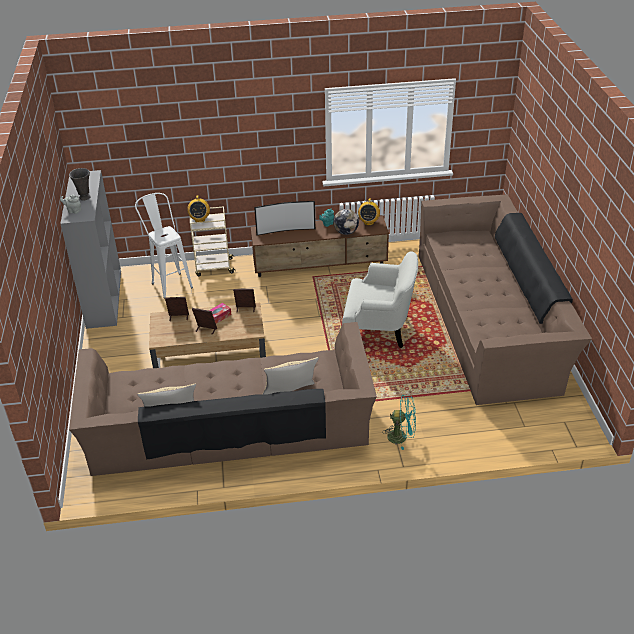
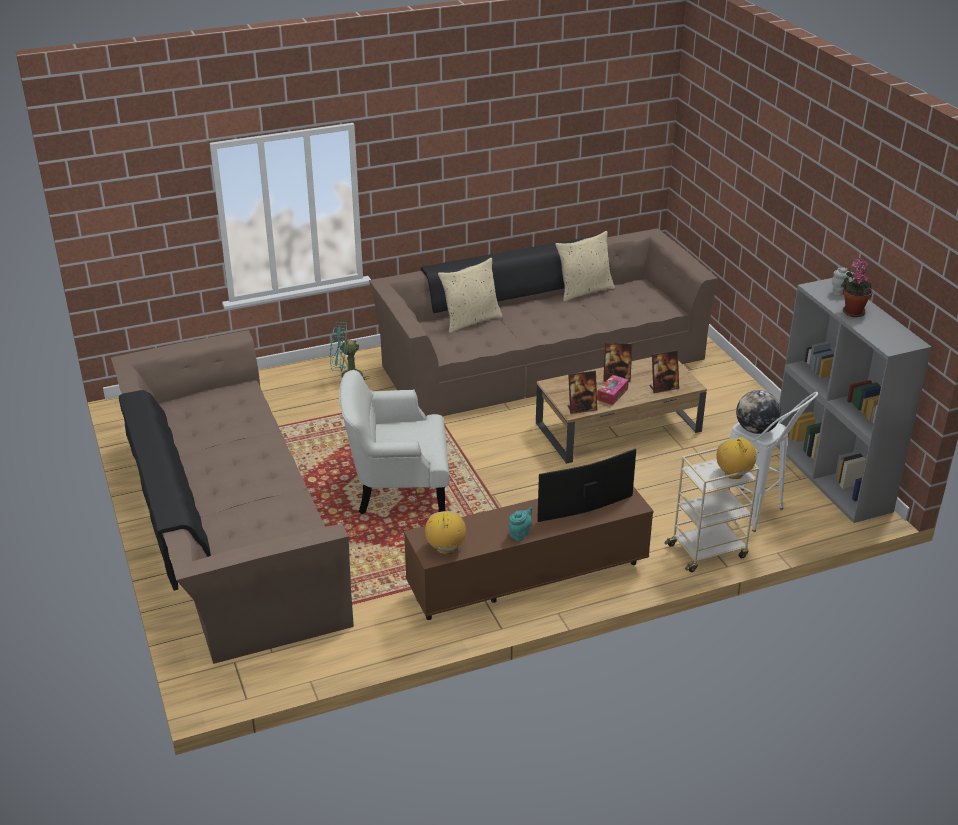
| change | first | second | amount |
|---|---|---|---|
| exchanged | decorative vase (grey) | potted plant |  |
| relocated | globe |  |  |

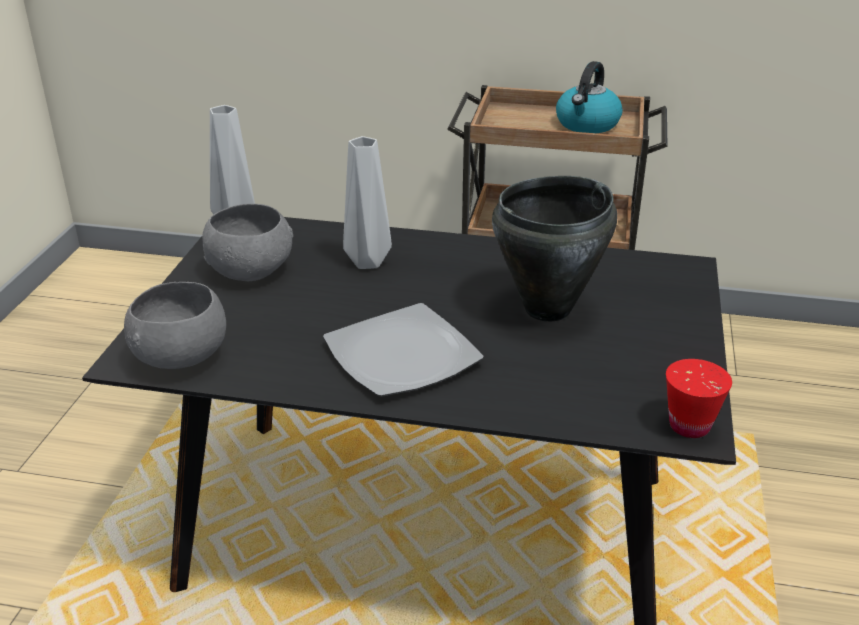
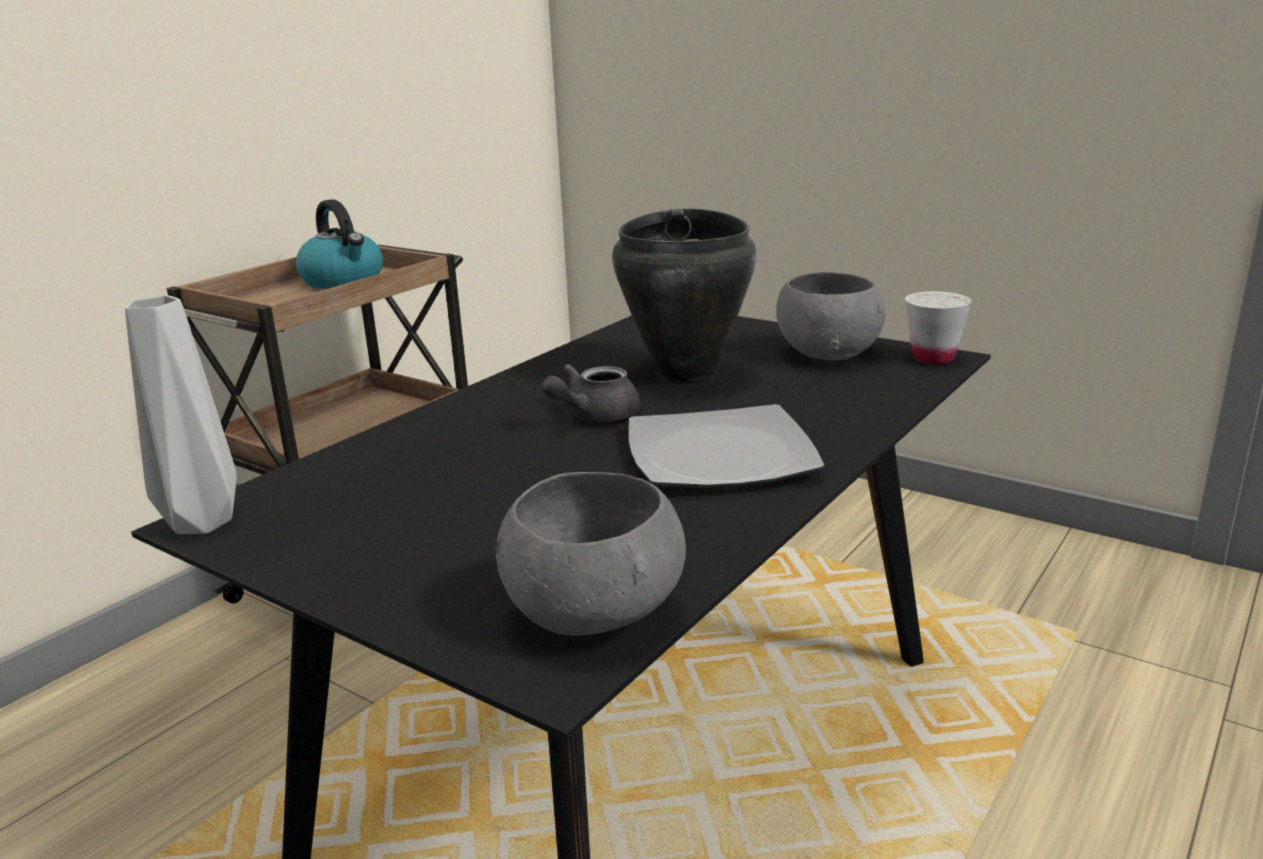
| change | first | second | amount |
|---|---|---|---|
| relocated | deep dish (grey) (no. 2 from left) |  |  |
| missing | decorative vase (grey) (no. 2 from left) |  |  |
| colour | small cup (red) | small cup (whitish) |  |
| appeared |  | teapot (grey) |  |

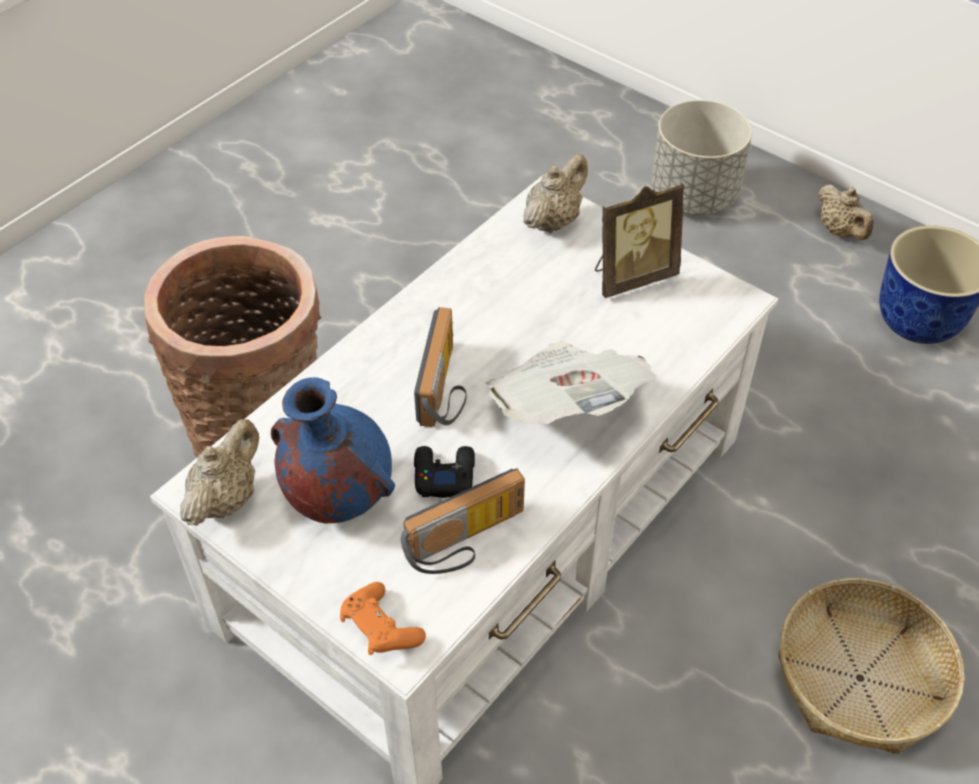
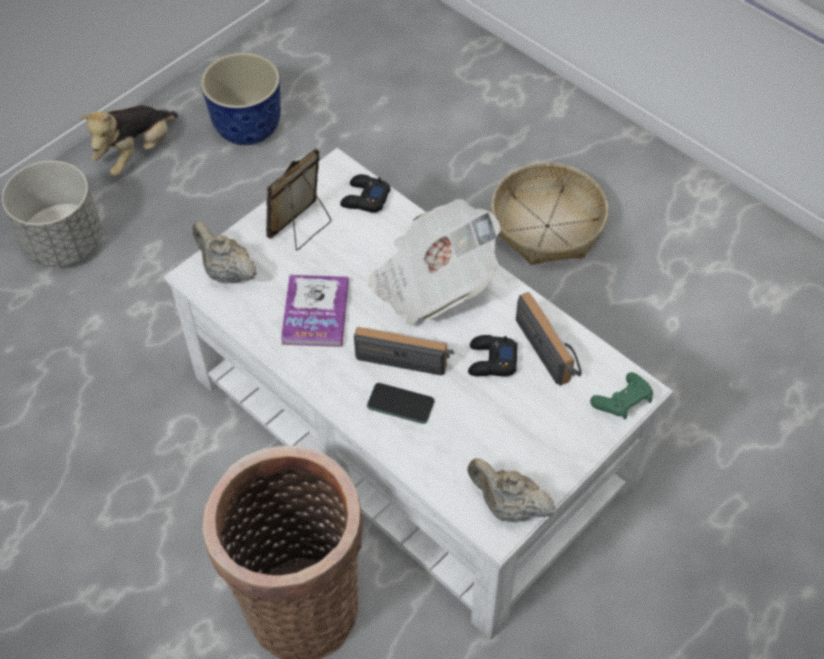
| change | first | second | amount |
|---|---|---|---|
| missing | decorative vase (blue) |  |  |
| colour | game controller (orange-coloured) | game controller (greenish) |  |
| spun | standing frame |  | 120 degrees counterclockwise |
| exchanged | teapot (sand-coloured) (no. 3 from left) | cuddly toy |  |
| appeared |  | bound book |  |
| appeared |  | game controller (black) (no. 1 from left) |  |
| appeared |  | phone |  |

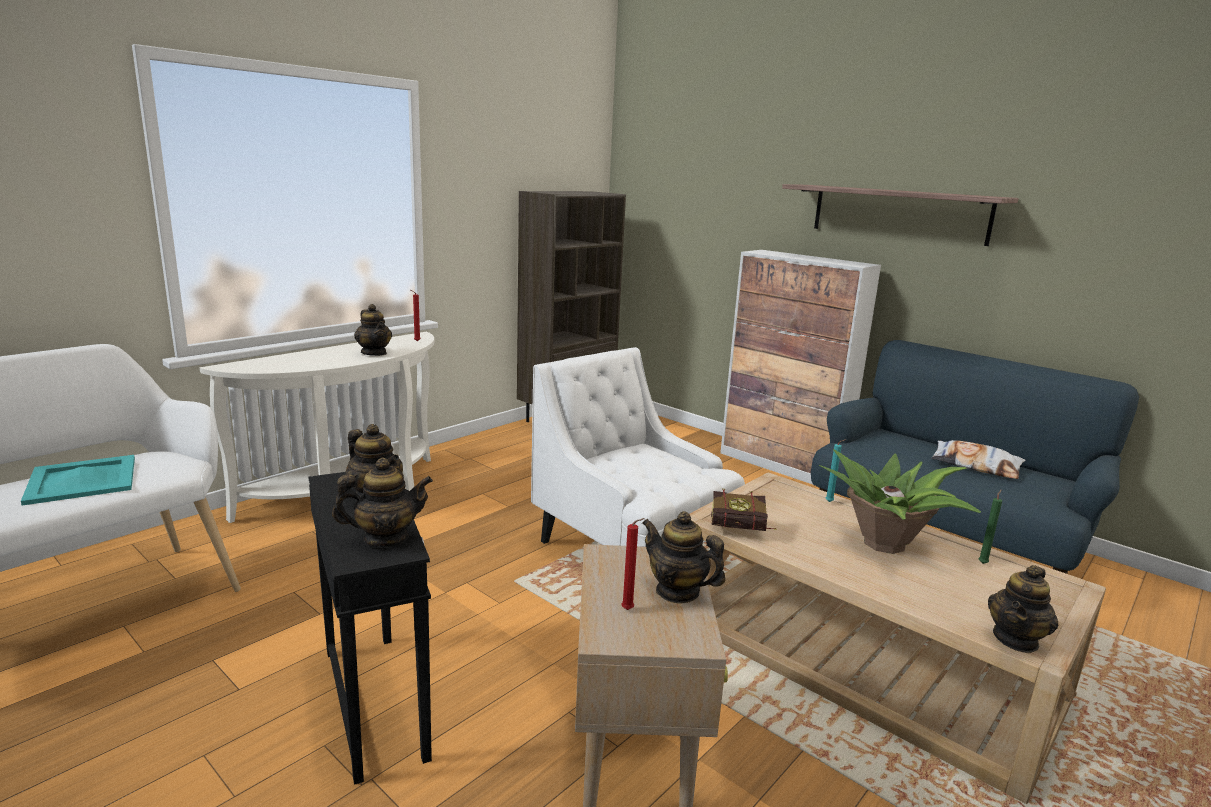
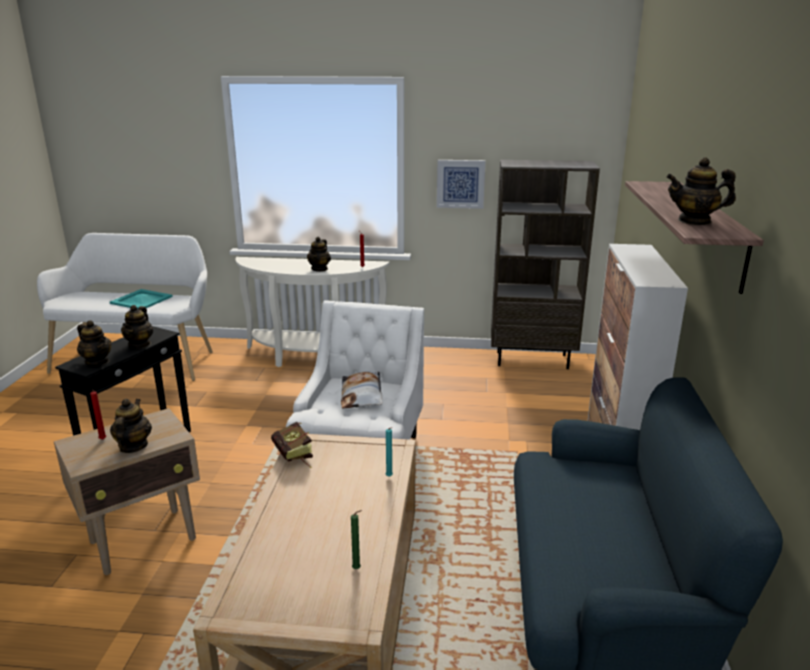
| change | first | second | amount |
|---|---|---|---|
| missing | potted plant |  |  |
| relocated | pillow |  |  |
| relocated | teapot (no. 5 from left) |  |  |
| appeared |  | picture |  |

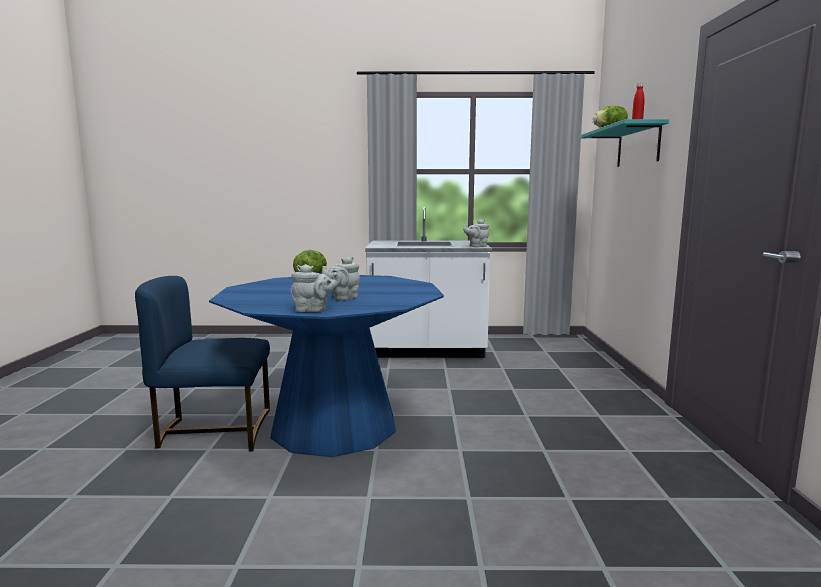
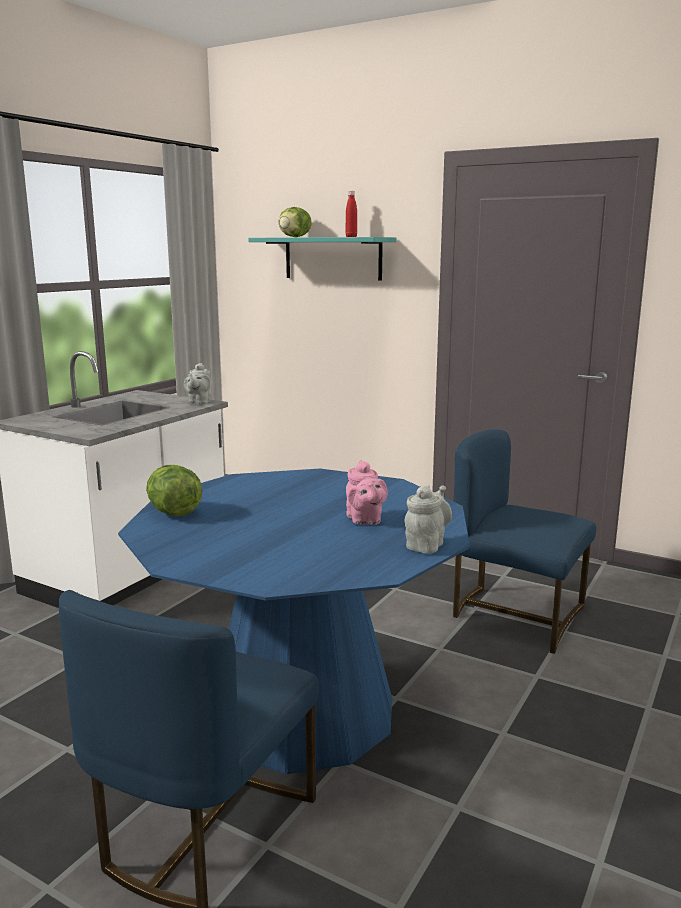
| change | first | second | amount |
|---|---|---|---|
| colour | teapot (grey) (no. 2 from left) | teapot (pinkish) |  |
| appeared |  | plain chair (blue) (no. 2 from left) |  |

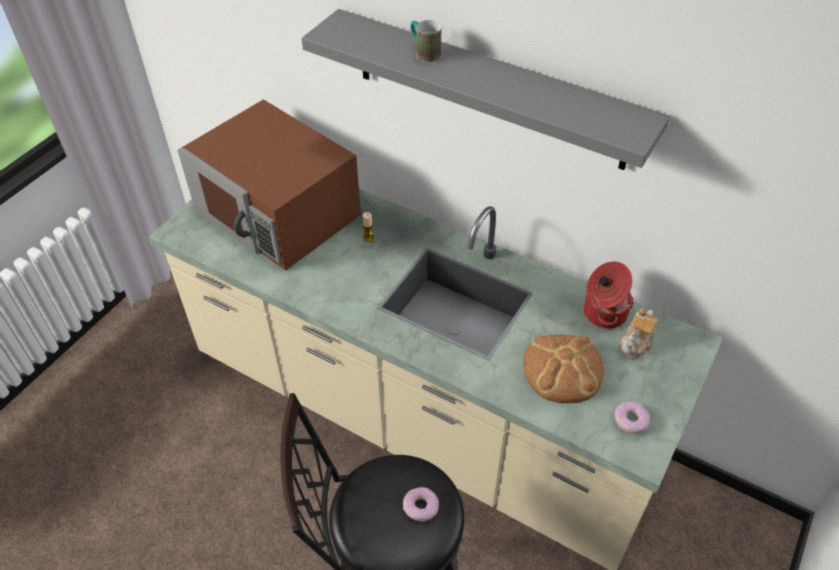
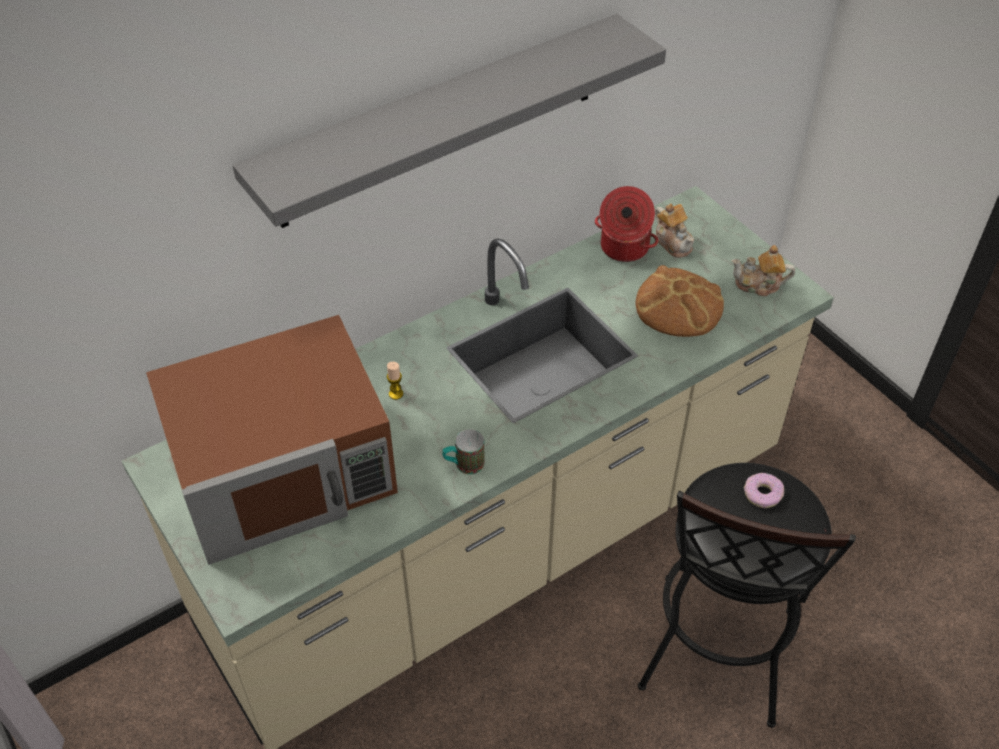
| change | first | second | amount |
|---|---|---|---|
| relocated | tea mug |  |  |
| exchanged | donut (no. 2 from left) | teapot (no. 2 from left) |  |

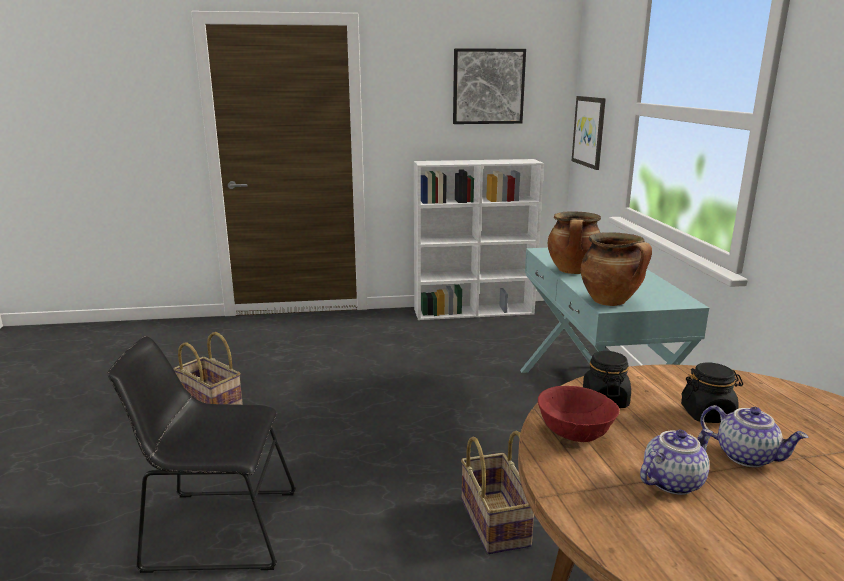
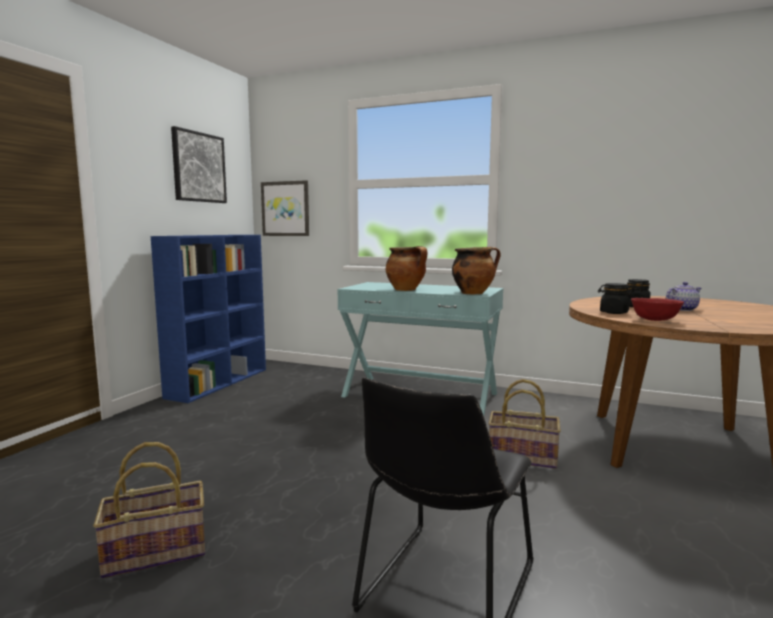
| change | first | second | amount |
|---|---|---|---|
| colour | bookcase (whitish) | bookcase (blue) |  |
| missing | teapot (no. 1 from left) |  |  |

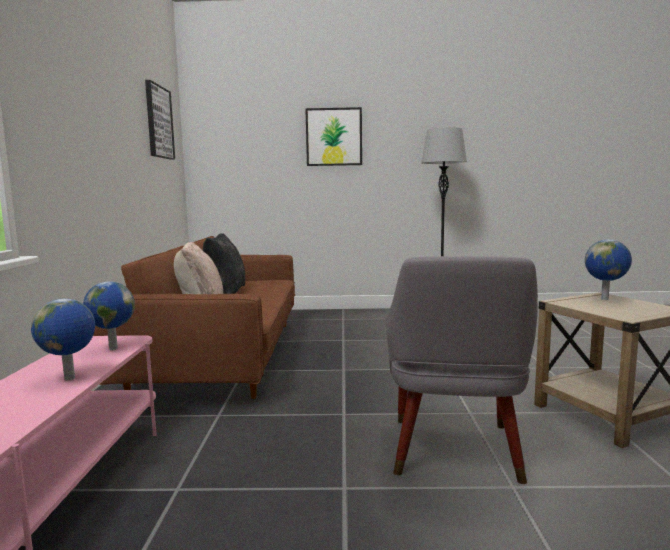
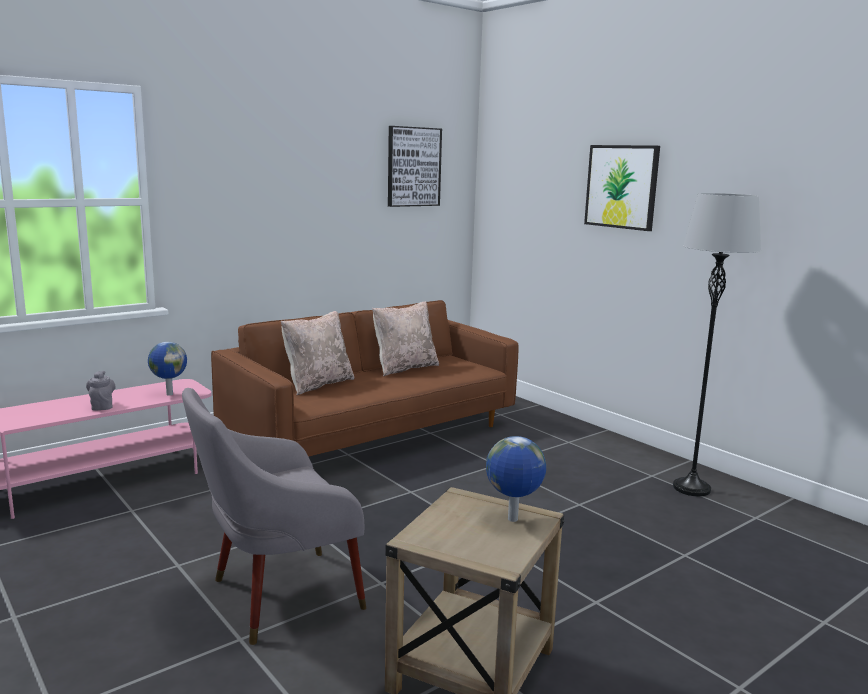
| change | first | second | amount |
|---|---|---|---|
| exchanged | globe (no. 1 from left) | teapot (grey) |  |
| colour | pillow (black) | pillow (sand-coloured) (no. 2 from left) |  |

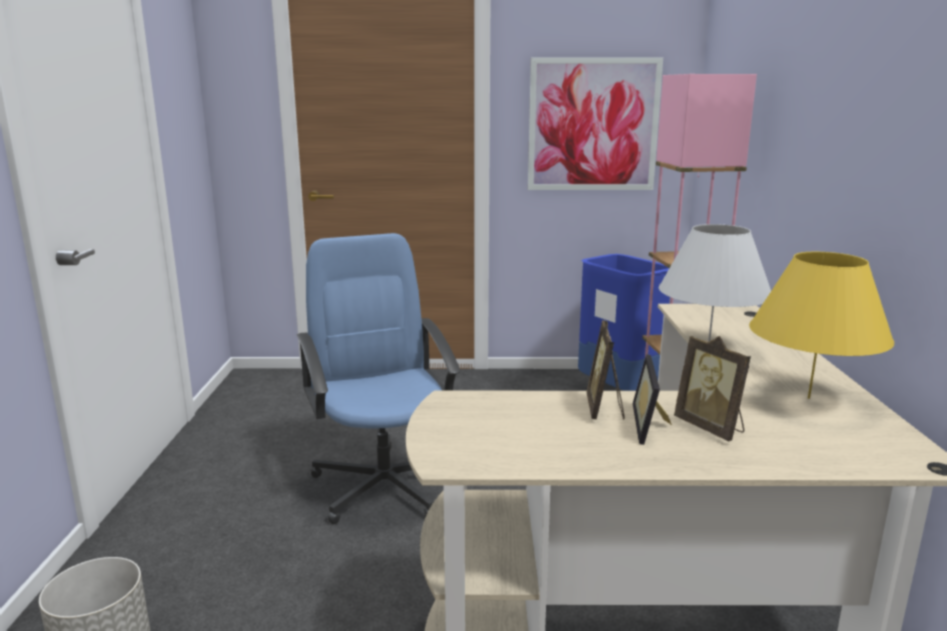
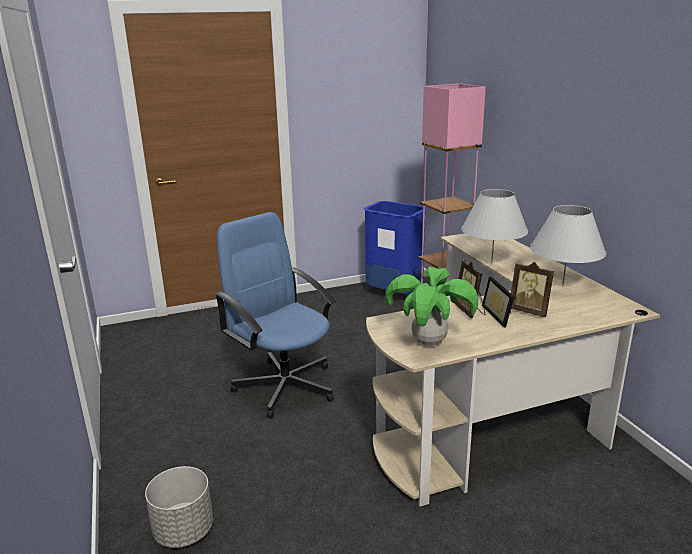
| change | first | second | amount |
|---|---|---|---|
| missing | picture |  |  |
| colour | tabletop lamp (yellow-coloured) | tabletop lamp (whitish) (no. 2 from left) |  |
| appeared |  | potted plant |  |

